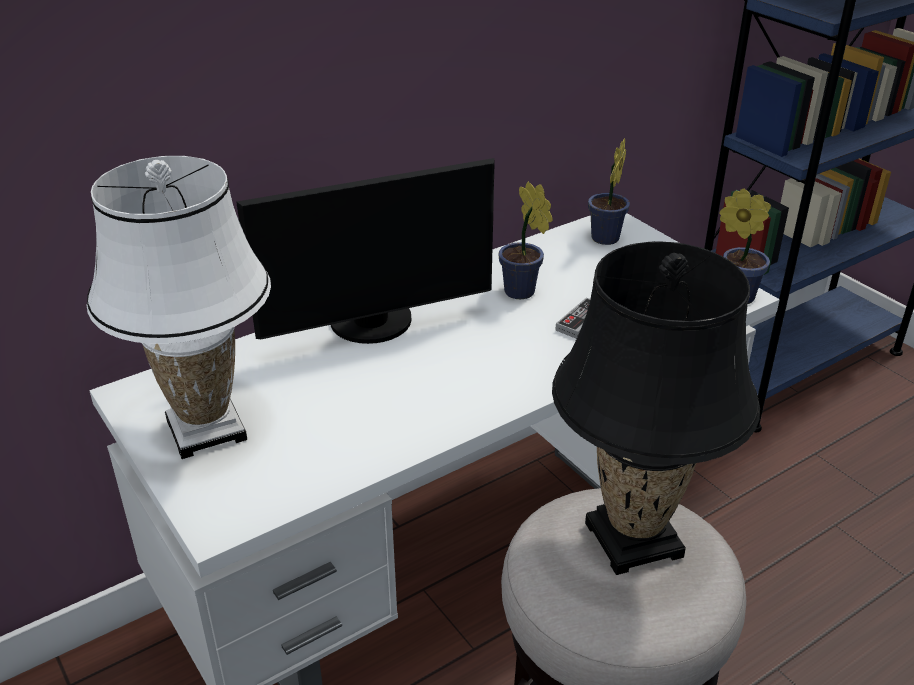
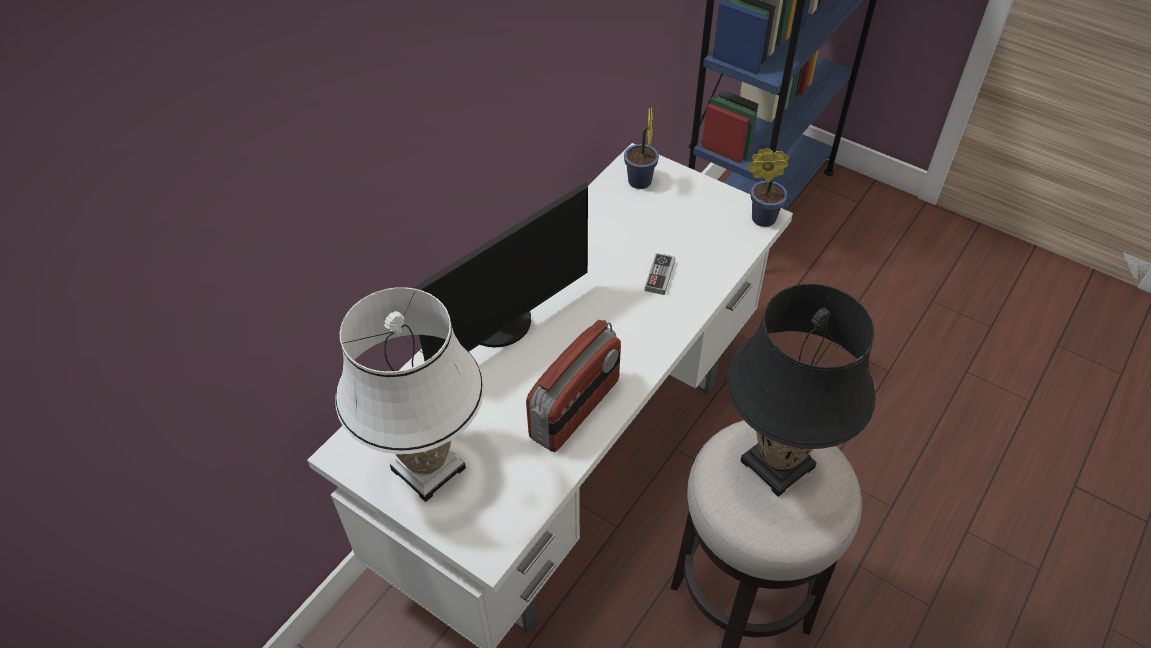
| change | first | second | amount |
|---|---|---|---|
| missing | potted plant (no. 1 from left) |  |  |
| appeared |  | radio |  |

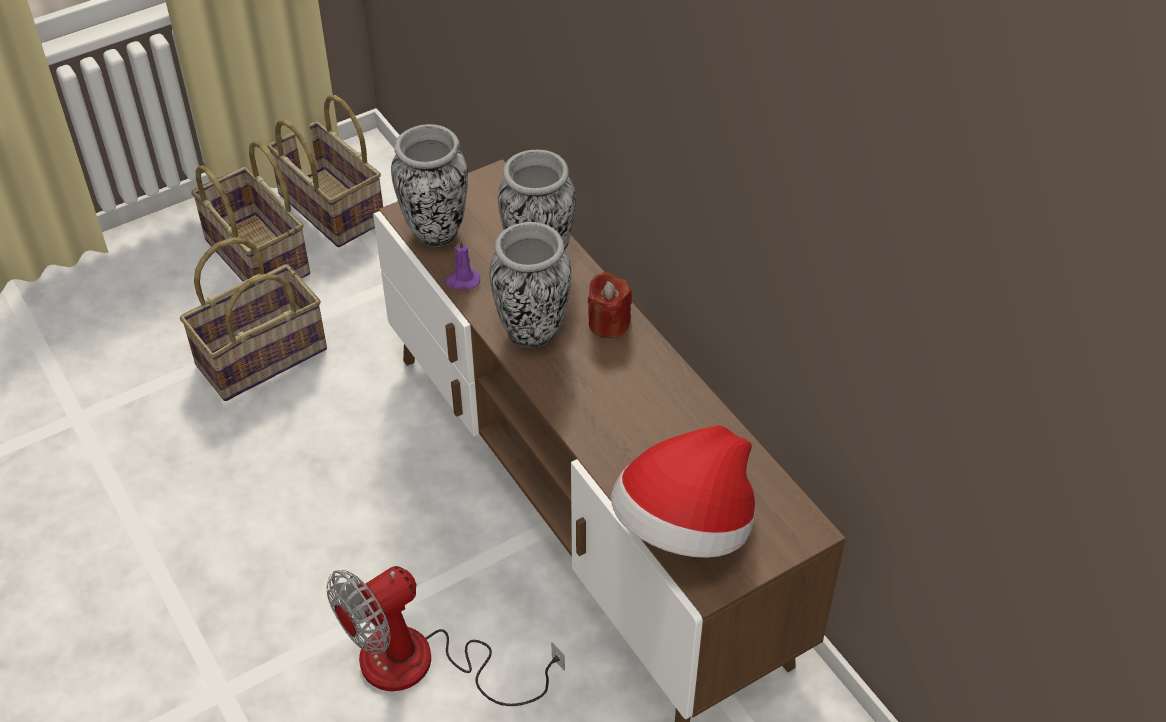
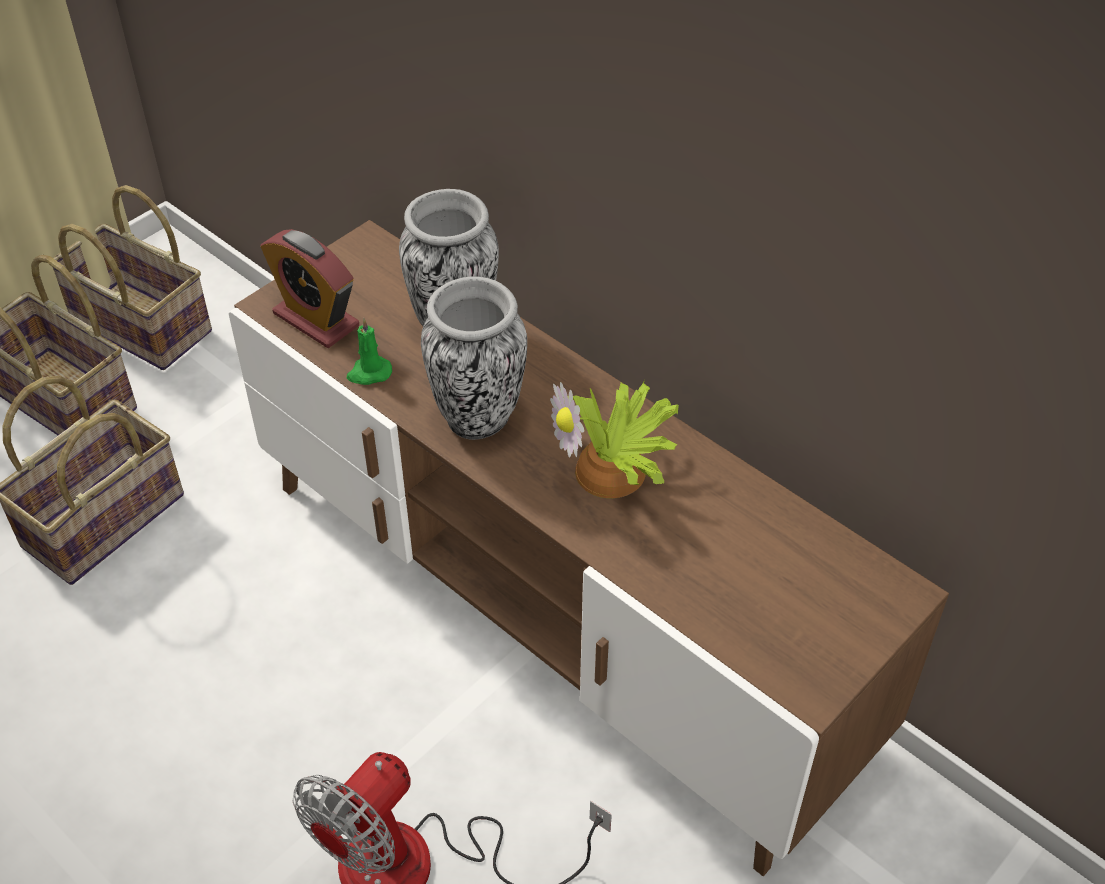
| change | first | second | amount |
|---|---|---|---|
| exchanged | decorative vase (no. 1 from left) | bedside clock |  |
| colour | wax candle (purple) | wax candle (greenish) |  |
| missing | wax candle (red) |  |  |
| missing | hat |  |  |
| appeared |  | potted plant |  |

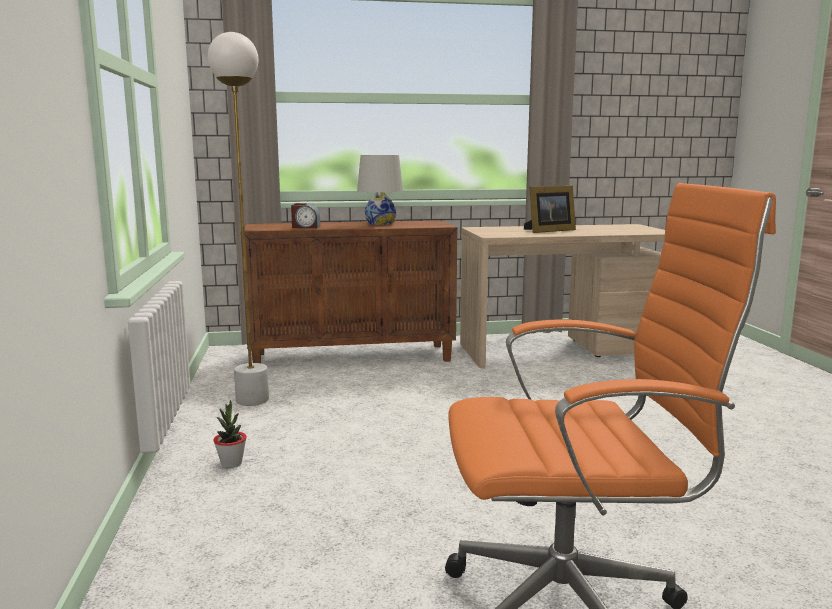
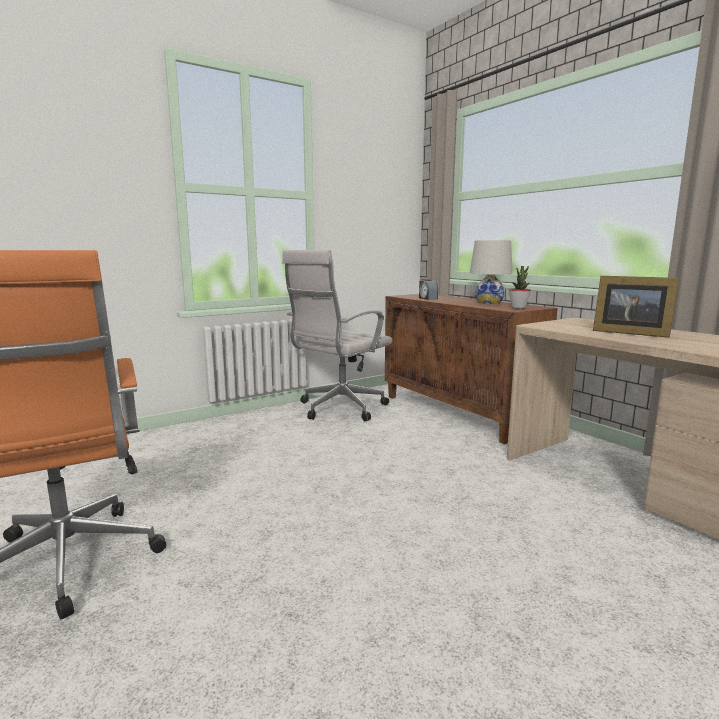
| change | first | second | amount |
|---|---|---|---|
| exchanged | floor lamp (whitish) | desk chair (whitish) |  |
| relocated | potted plant |  |  |

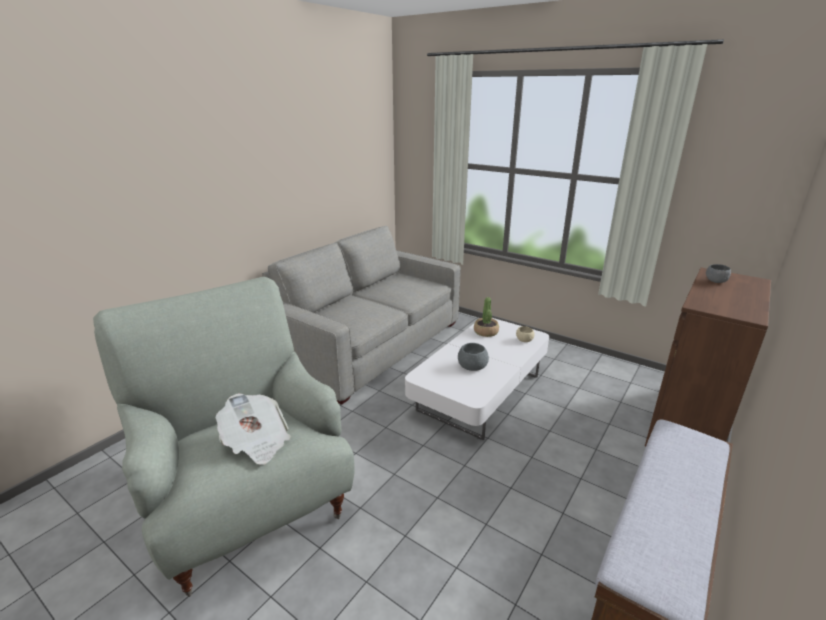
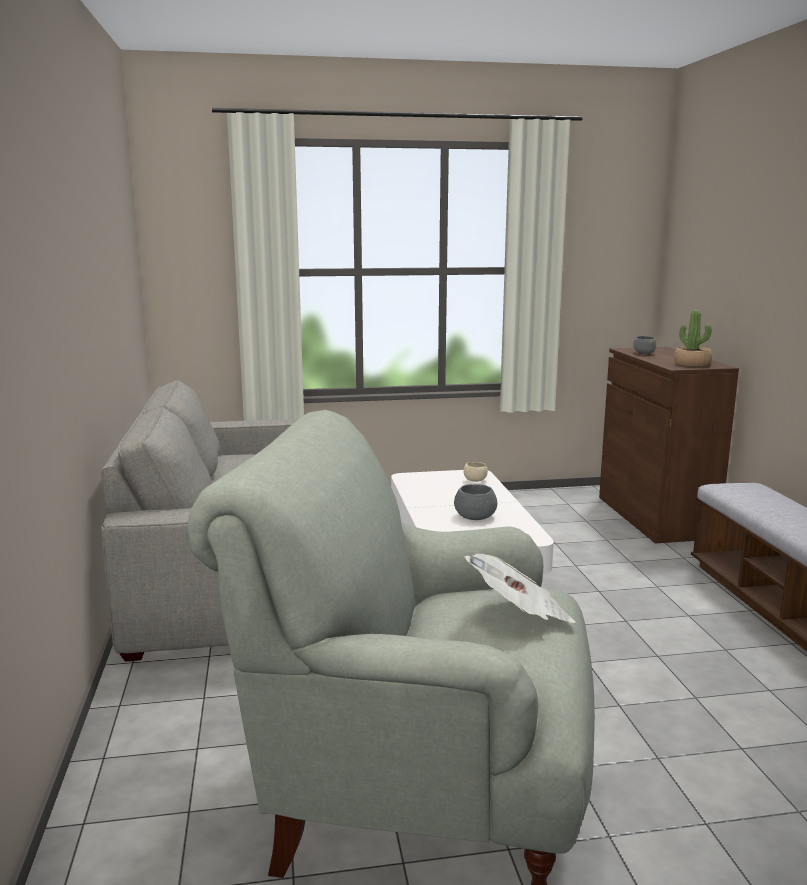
| change | first | second | amount |
|---|---|---|---|
| relocated | potted plant |  |  |

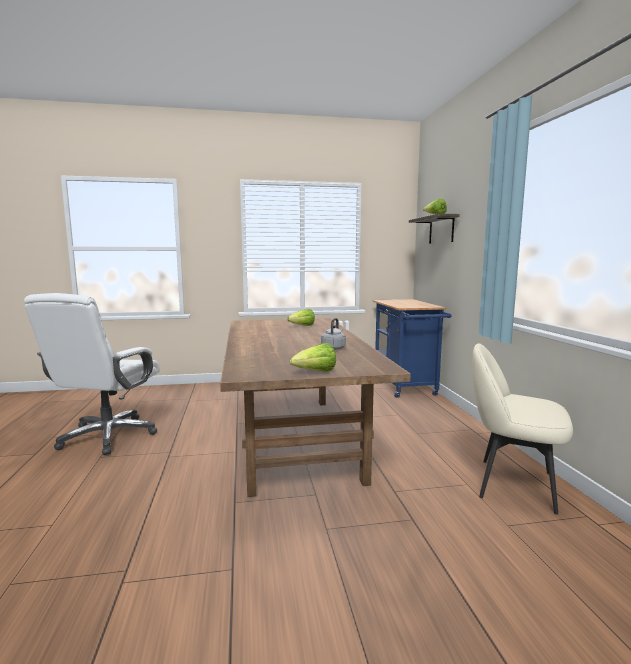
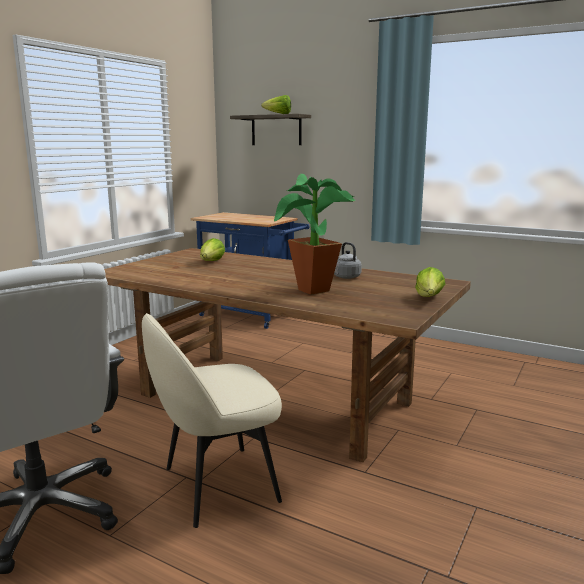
| change | first | second | amount |
|---|---|---|---|
| relocated | plain chair (sand-coloured) |  |  |
| appeared |  | potted plant |  |

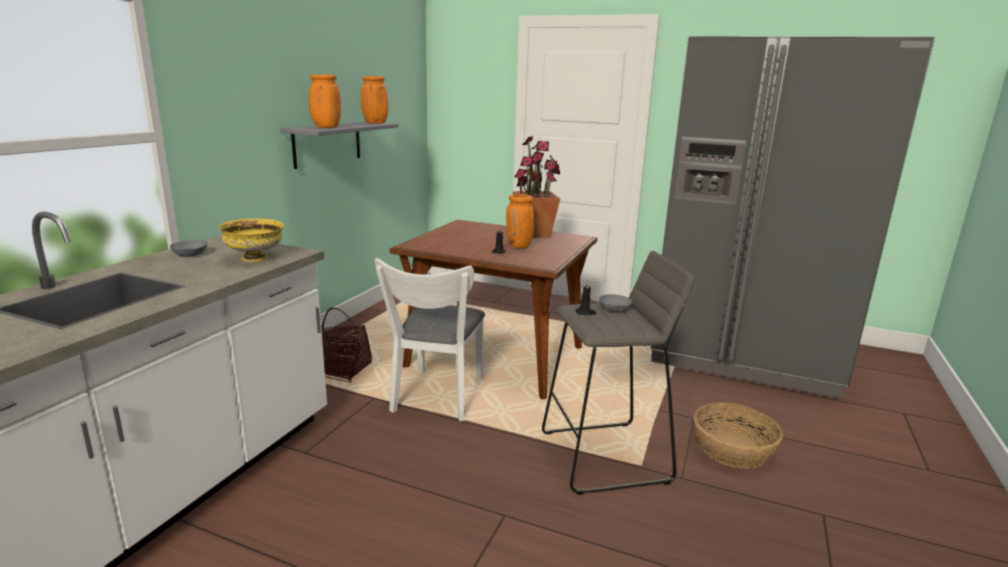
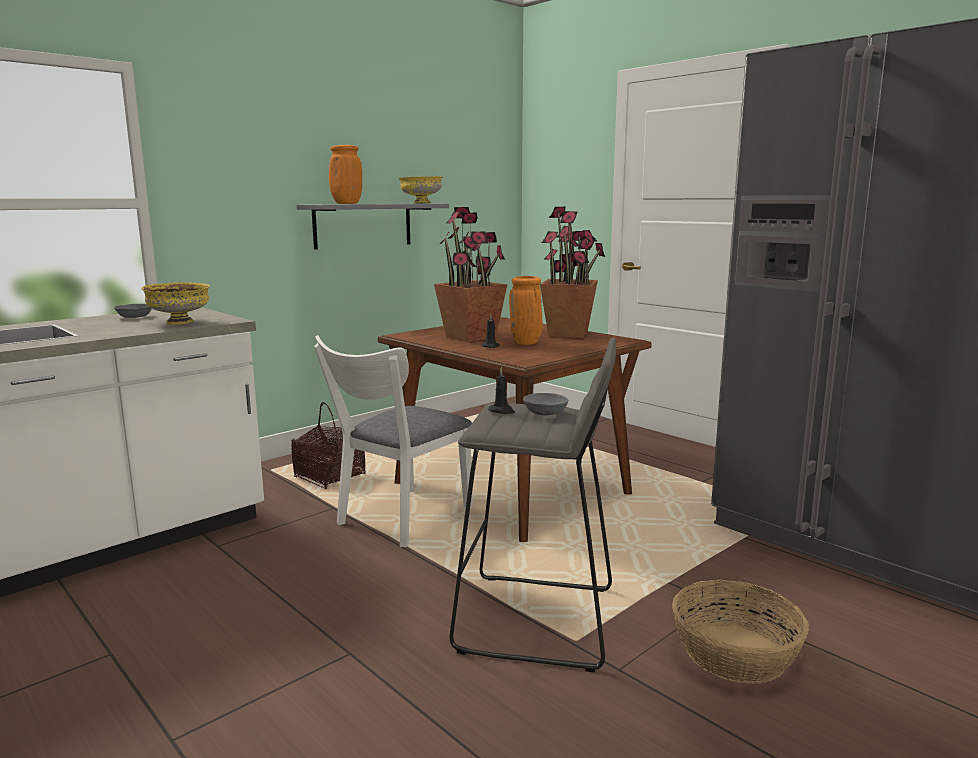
| change | first | second | amount |
|---|---|---|---|
| exchanged | decorative vase (orange-coloured) (no. 2 from left) | deep dish (yellow-coloured) (no. 2 from left) |  |
| appeared |  | potted plant (no. 1 from left) |  |

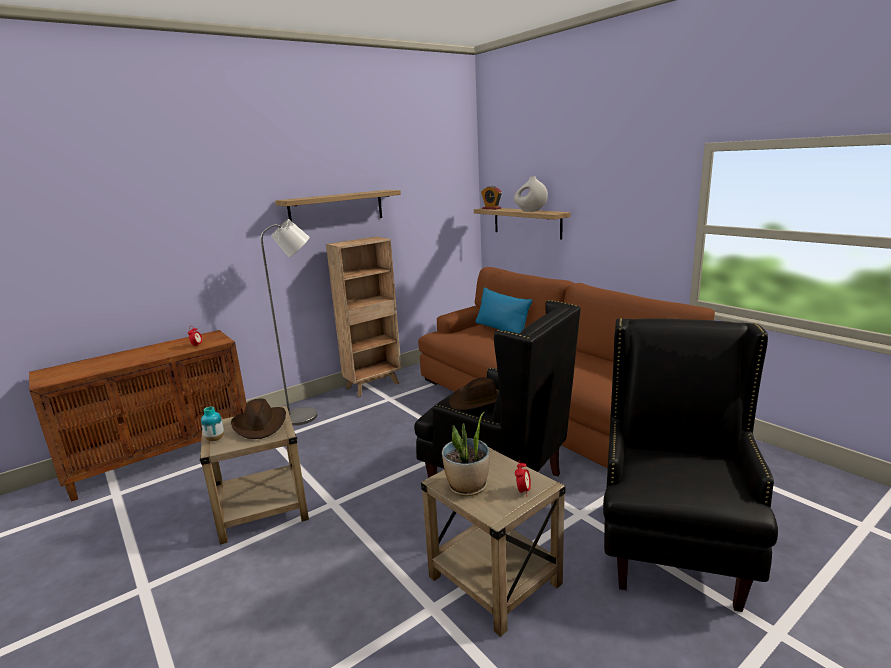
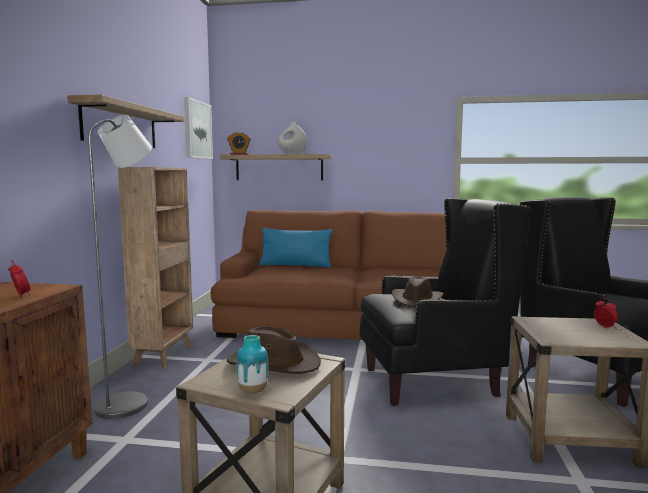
| change | first | second | amount |
|---|---|---|---|
| missing | potted plant |  |  |
| appeared |  | picture |  |

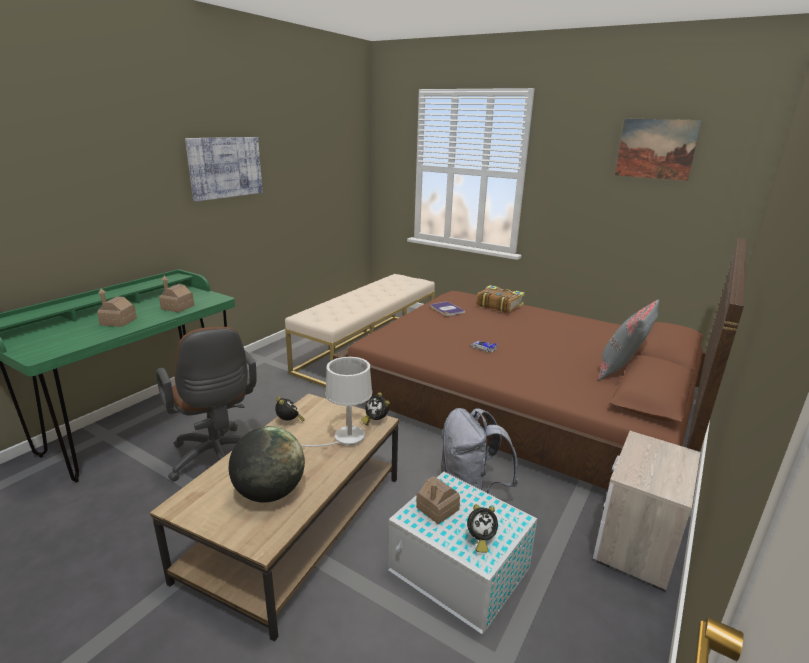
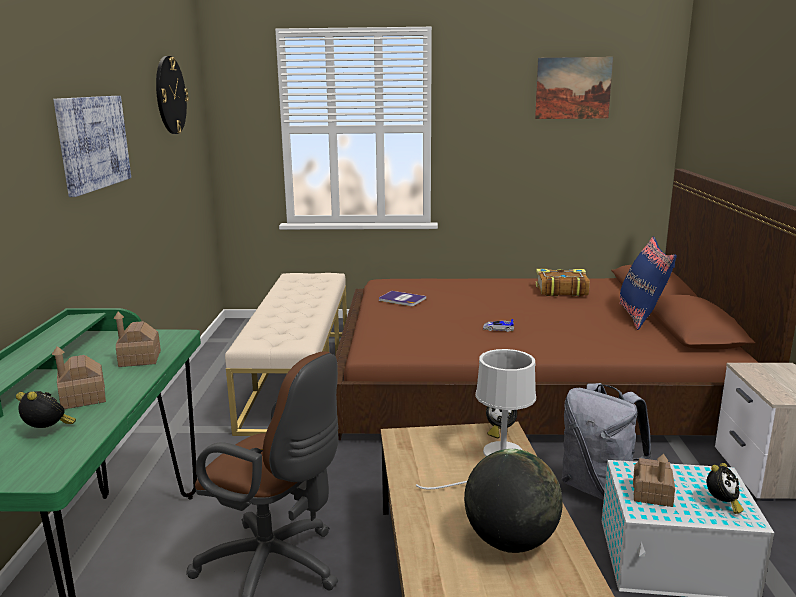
| change | first | second | amount |
|---|---|---|---|
| relocated | bedside clock (no. 1 from left) |  |  |
| relocated | bound book (no. 2 from left) |  |  |
| colour | pillow (grey) | pillow (blue) |  |
| appeared |  | wall clock |  |

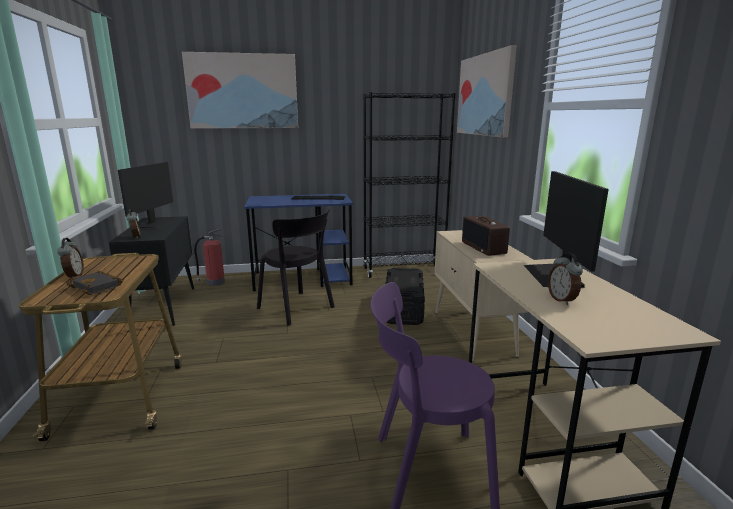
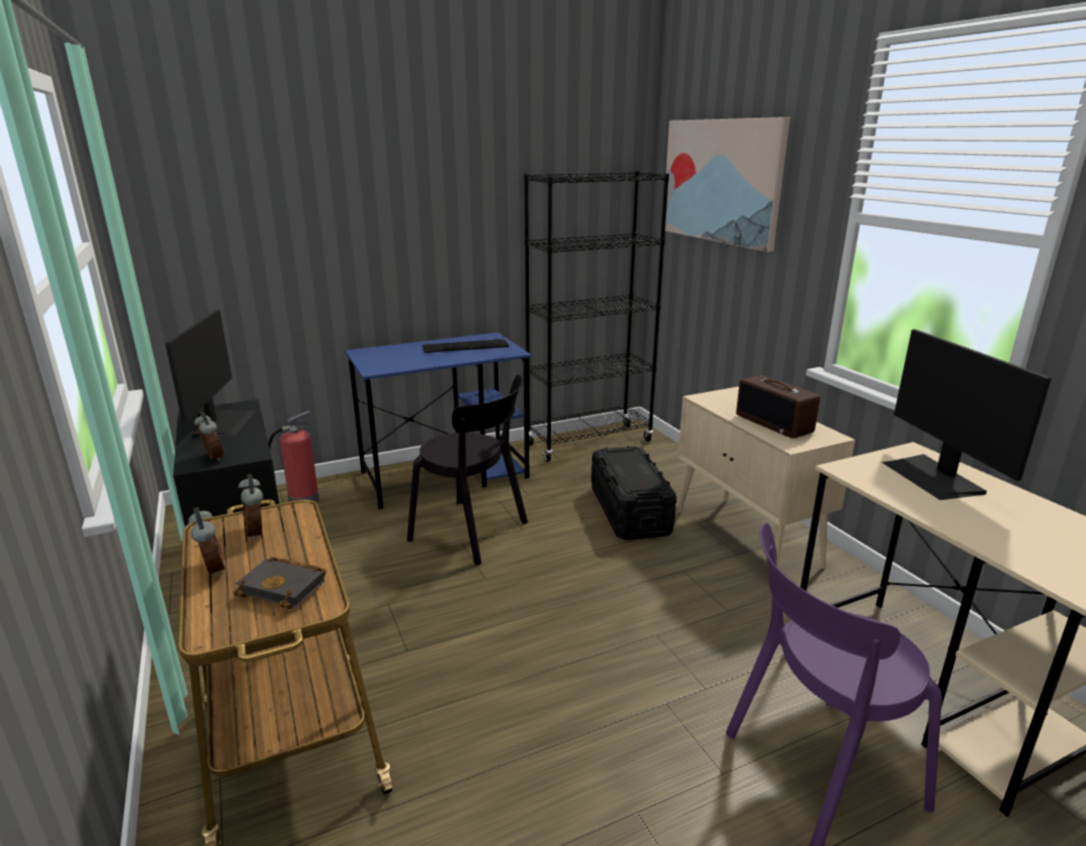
| change | first | second | amount |
|---|---|---|---|
| missing | picture (no. 1 from left) |  |  |
| relocated | bedside clock (no. 3 from left) |  |  |

